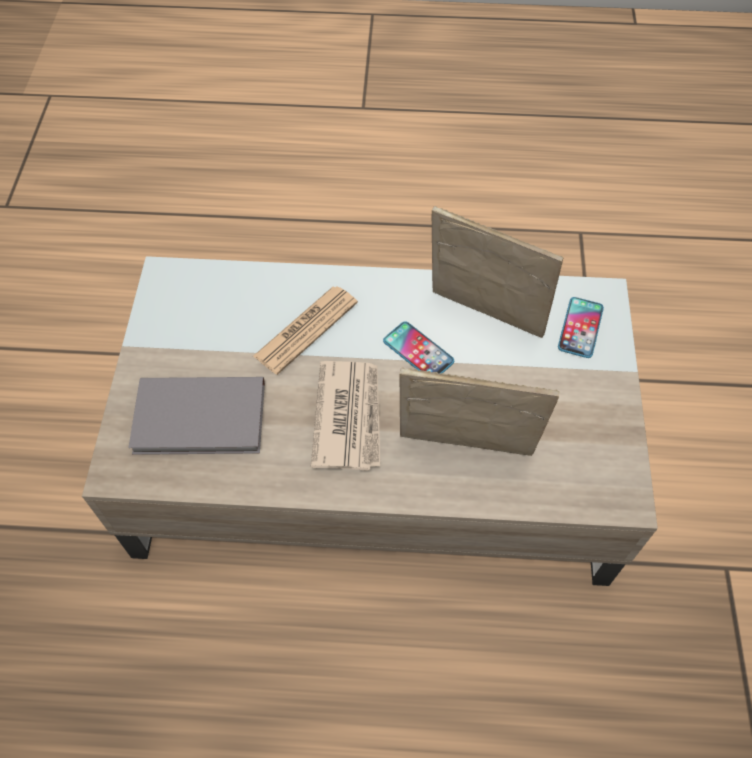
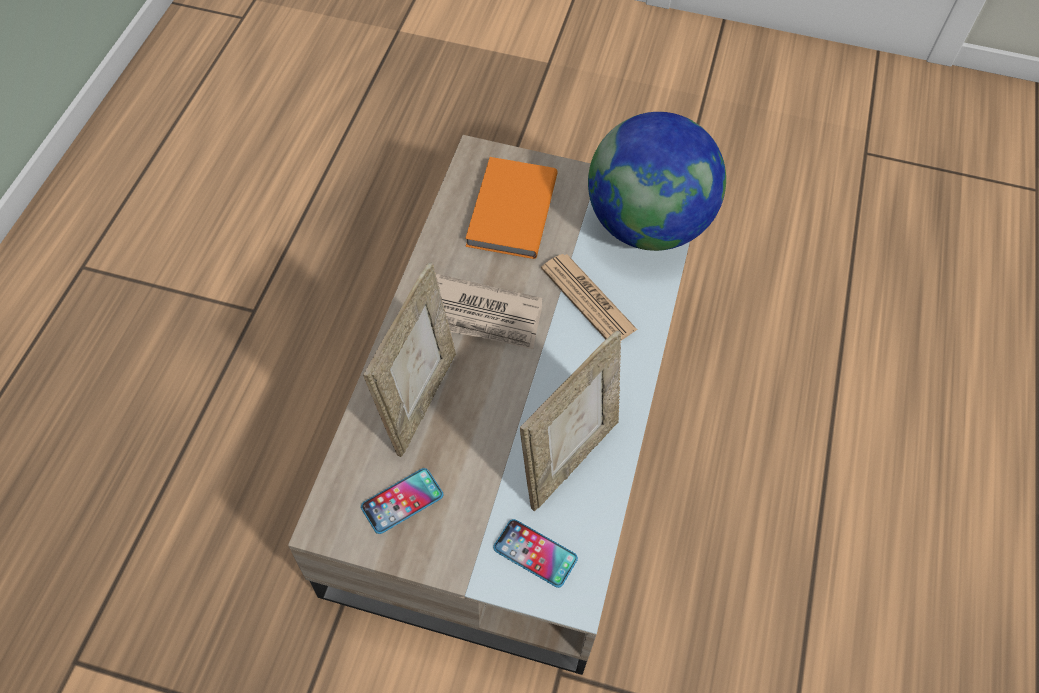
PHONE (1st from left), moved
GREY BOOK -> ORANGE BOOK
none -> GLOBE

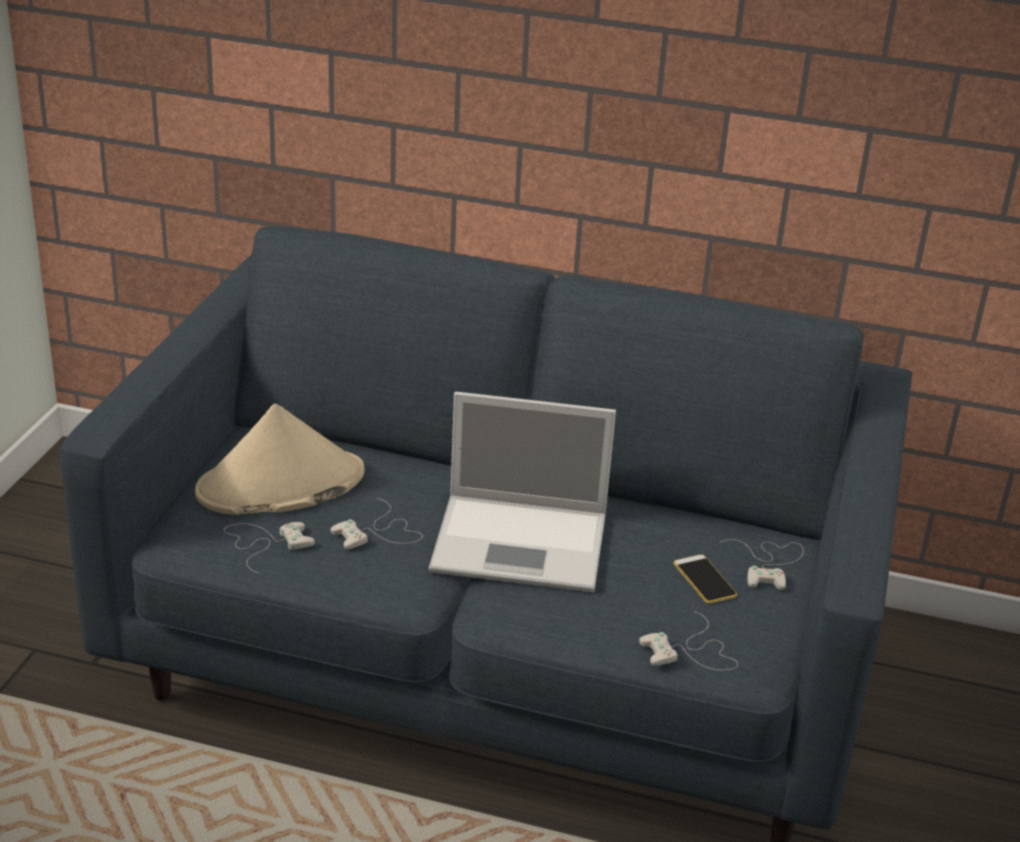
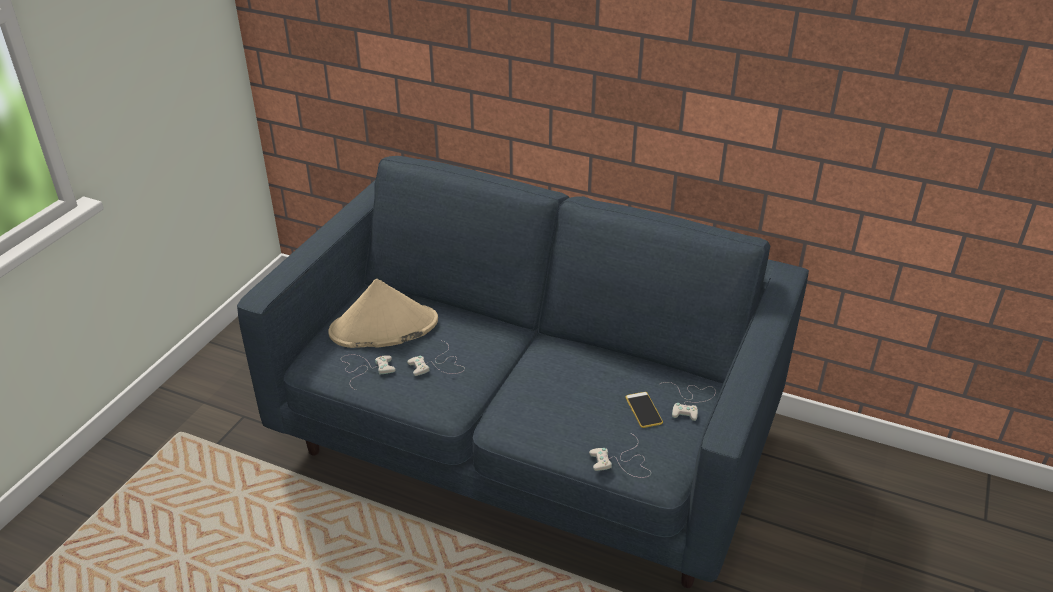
LAPTOP -> none

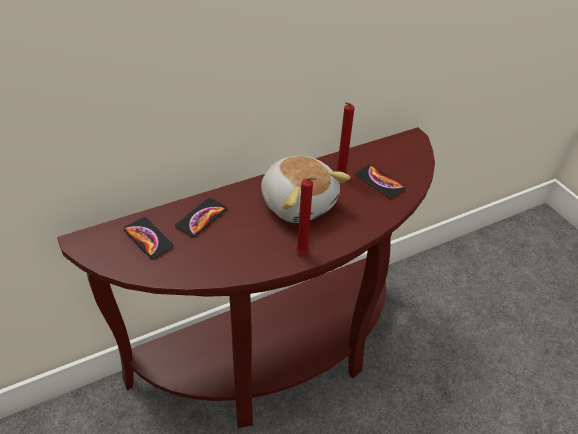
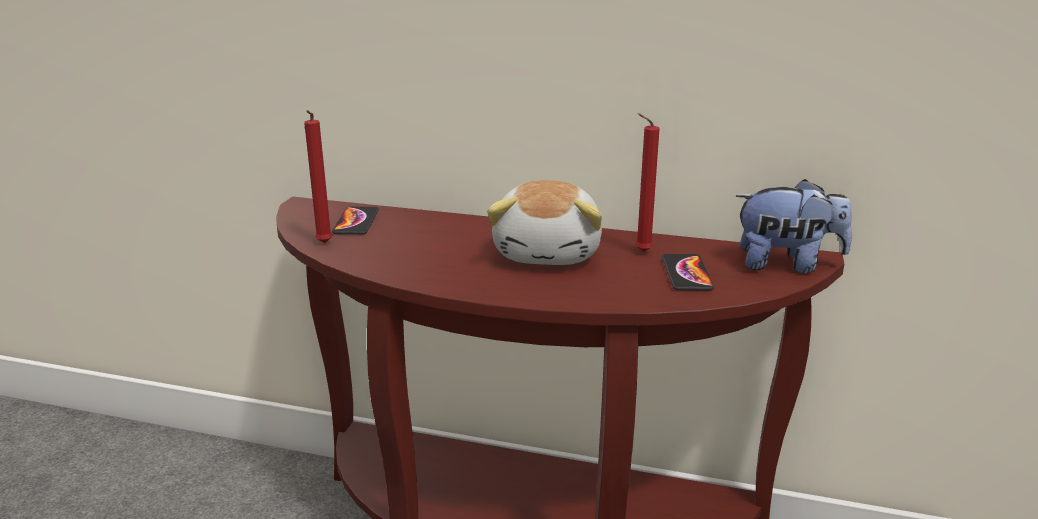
RED CANDLE (1st from left), moved
none -> PLUSH TOY (2nd from left)
PHONE (2nd from left) -> none

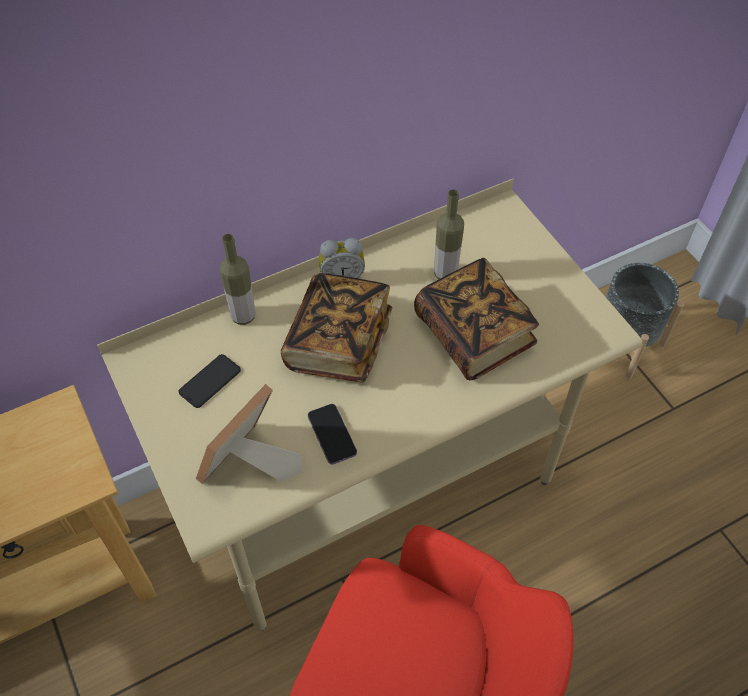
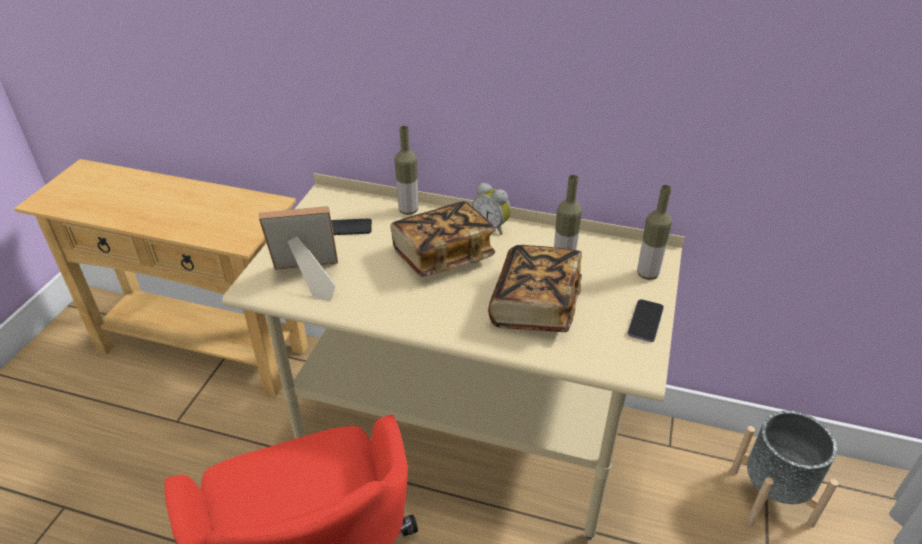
PHONE (2nd from left), moved
none -> BOTTLE (3rd from left)

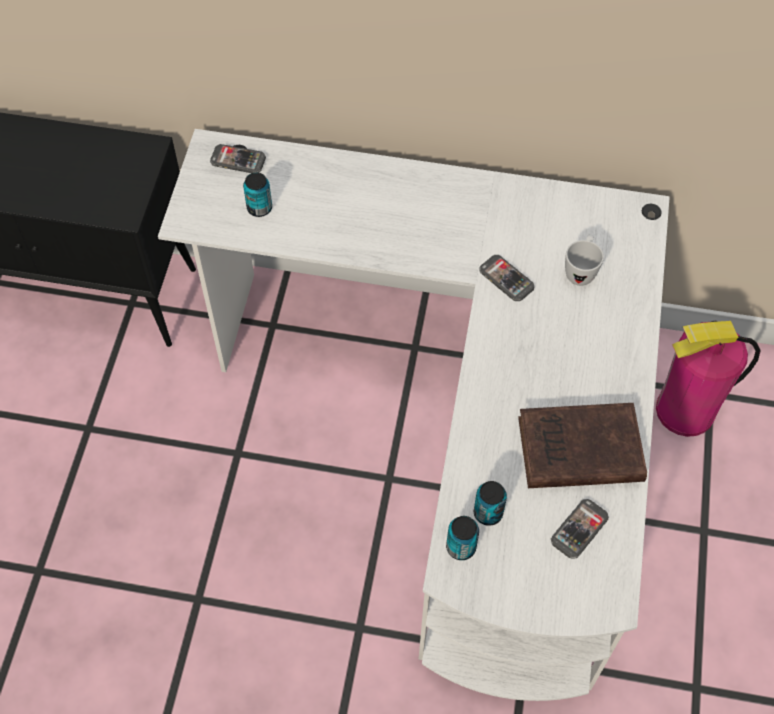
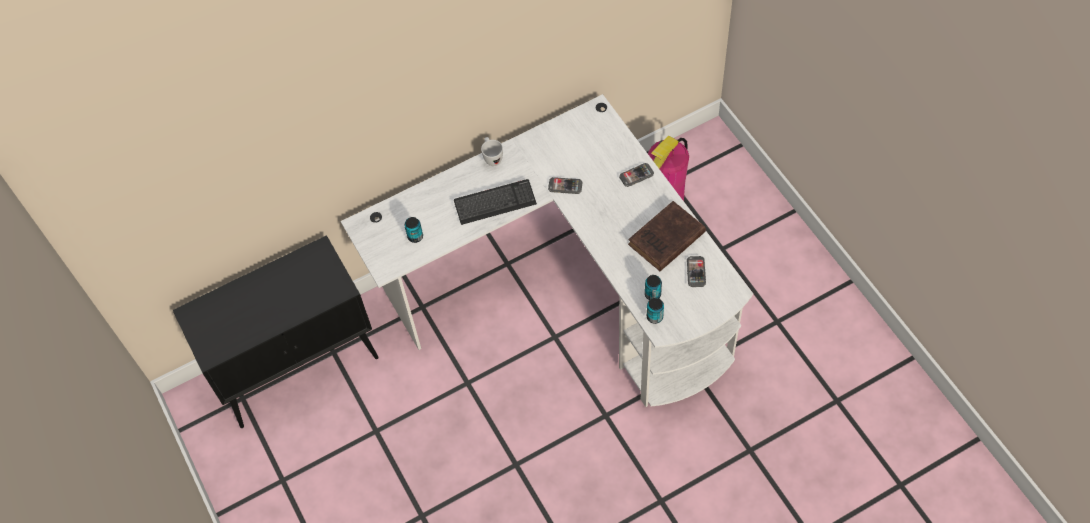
none -> KEYBOARD
WHITE MUG, moved
PHONE (1st from left in the first image) -> PHONE (2nd from left), moved

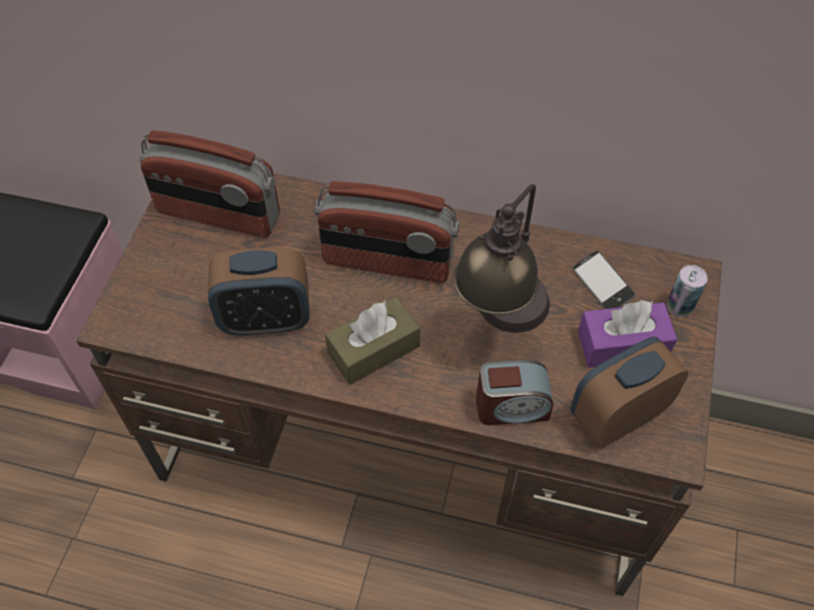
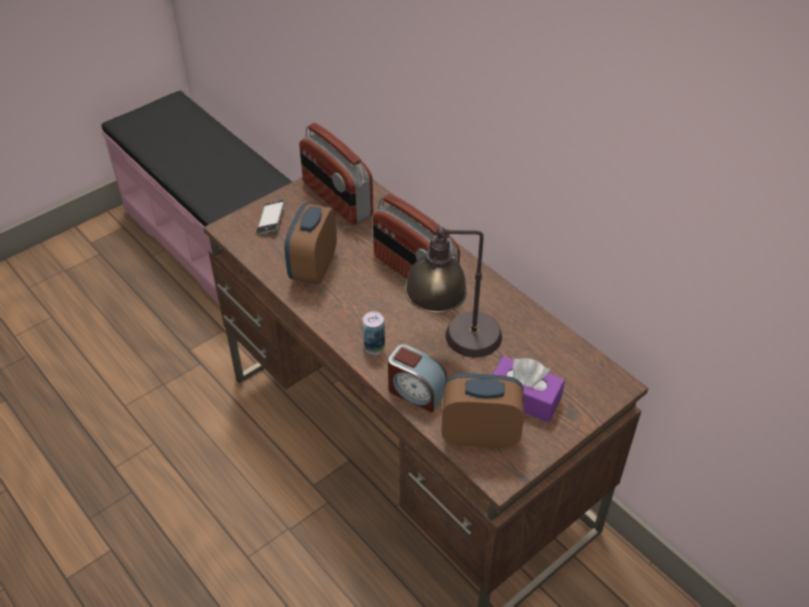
PHONE, moved
ALARM CLOCK (1st from left), 75 degrees clockwise
CAN, moved
BROWN TISSUE BOX -> none

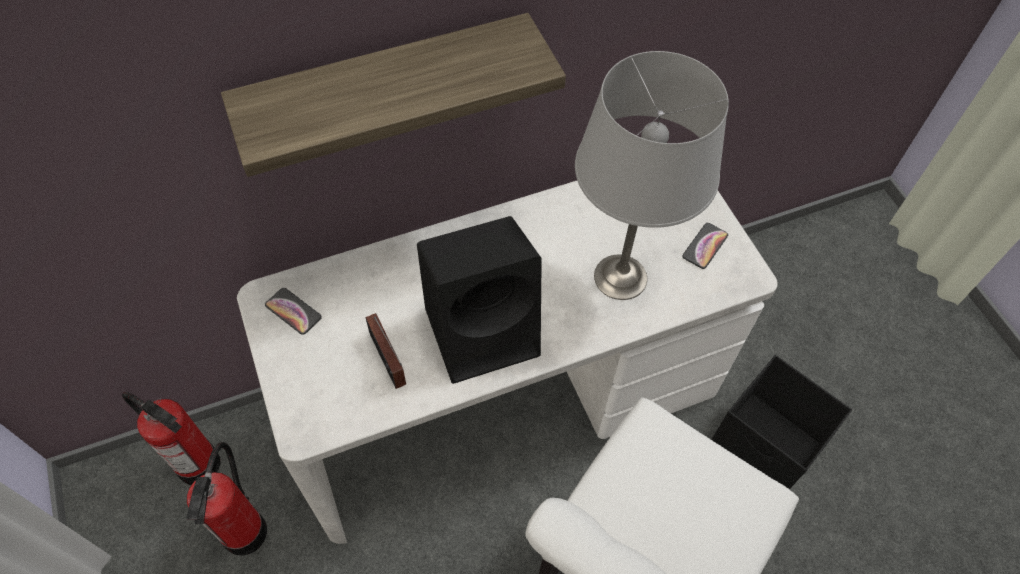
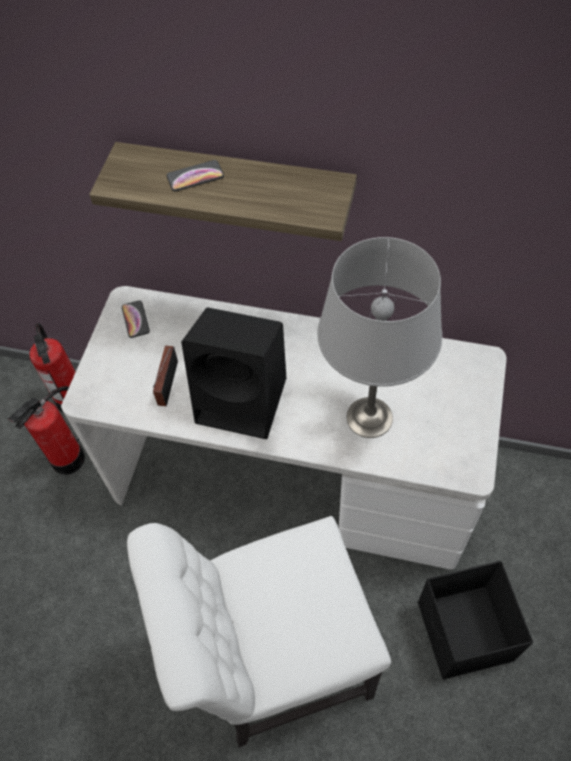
PHONE (2nd from left), moved

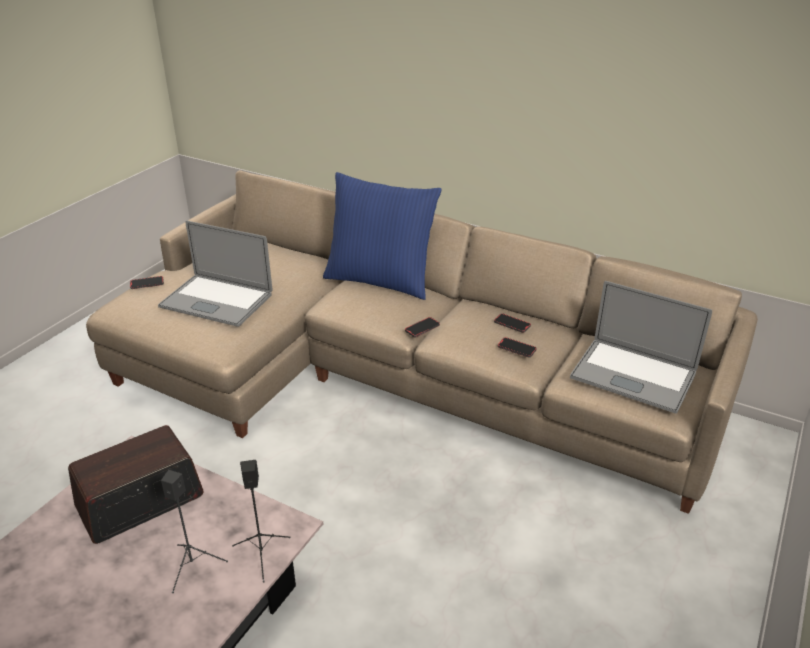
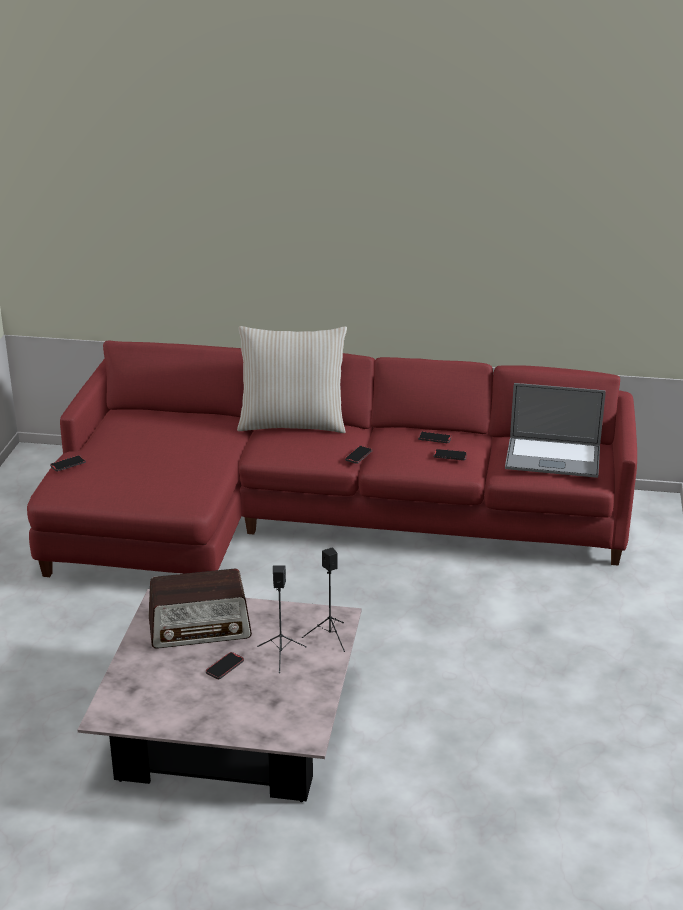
BEIGE SOFA -> RED SOFA
RADIO, 135 degrees counterclockwise
none -> PHONE (2nd from left)
BLUE PILLOW -> BEIGE PILLOW
LAPTOP (1st from left) -> none

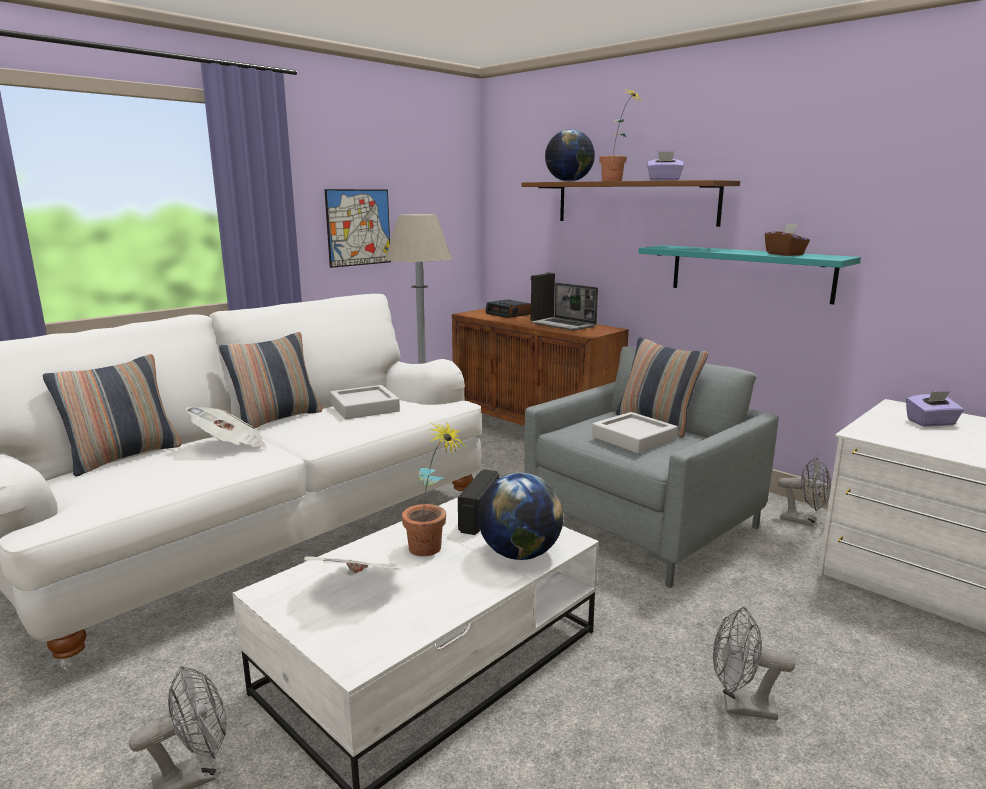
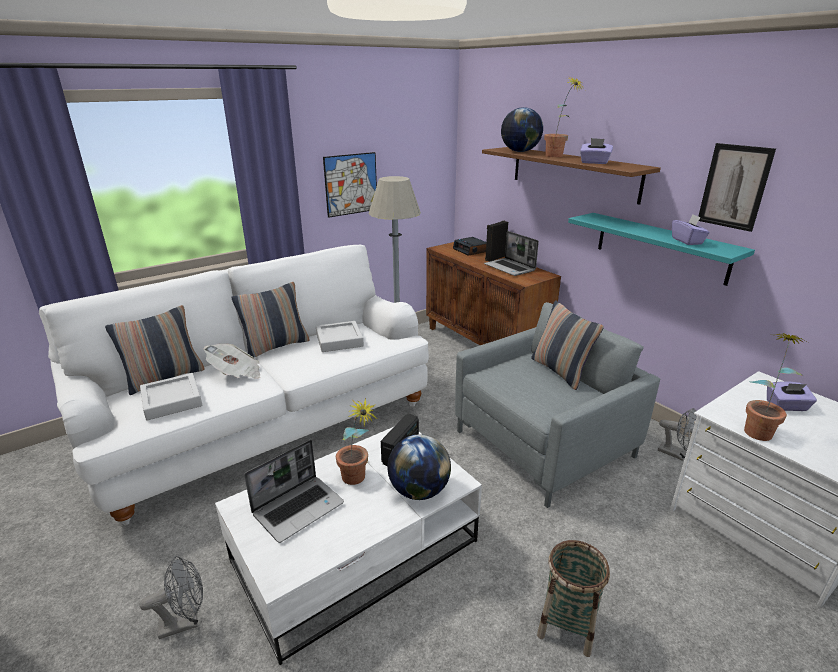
GREY TRAY (2nd from left in the first image) -> GREY TRAY (1st from left), moved
NEWSPAPER (2nd from left) -> LAPTOP (1st from left)
GREY FAN (2nd from left) -> BASKET
BROWN TISSUE BOX -> PURPLE TISSUE BOX (2nd from left)
none -> PICTURE (2nd from left)
none -> POTTED PLANT (3rd from left)

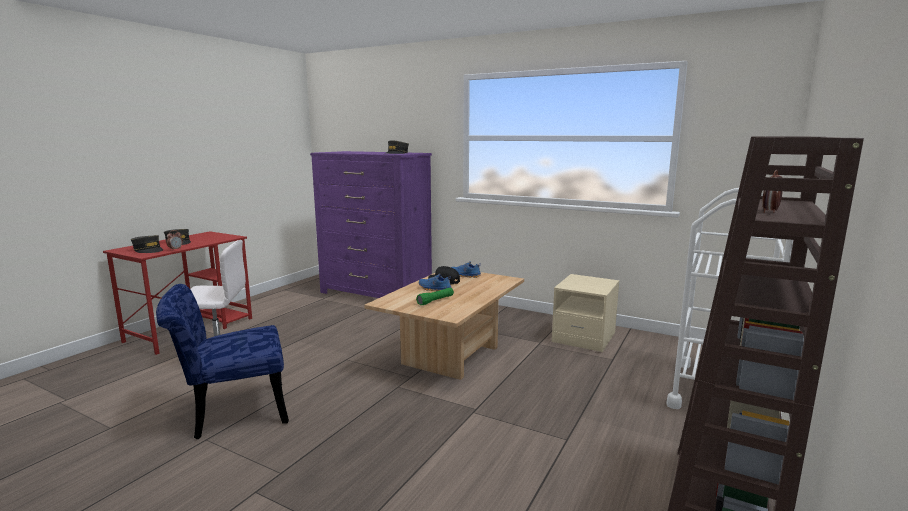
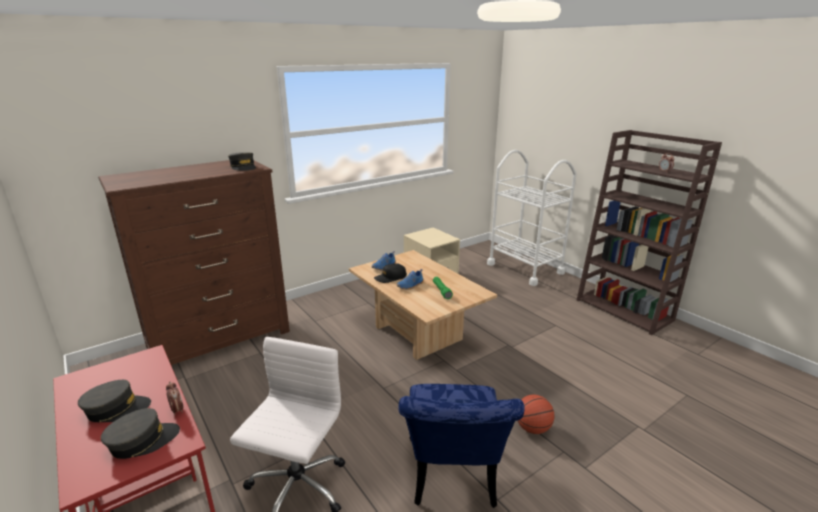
PURPLE DRESSER -> BROWN DRESSER
none -> BASKETBALL

